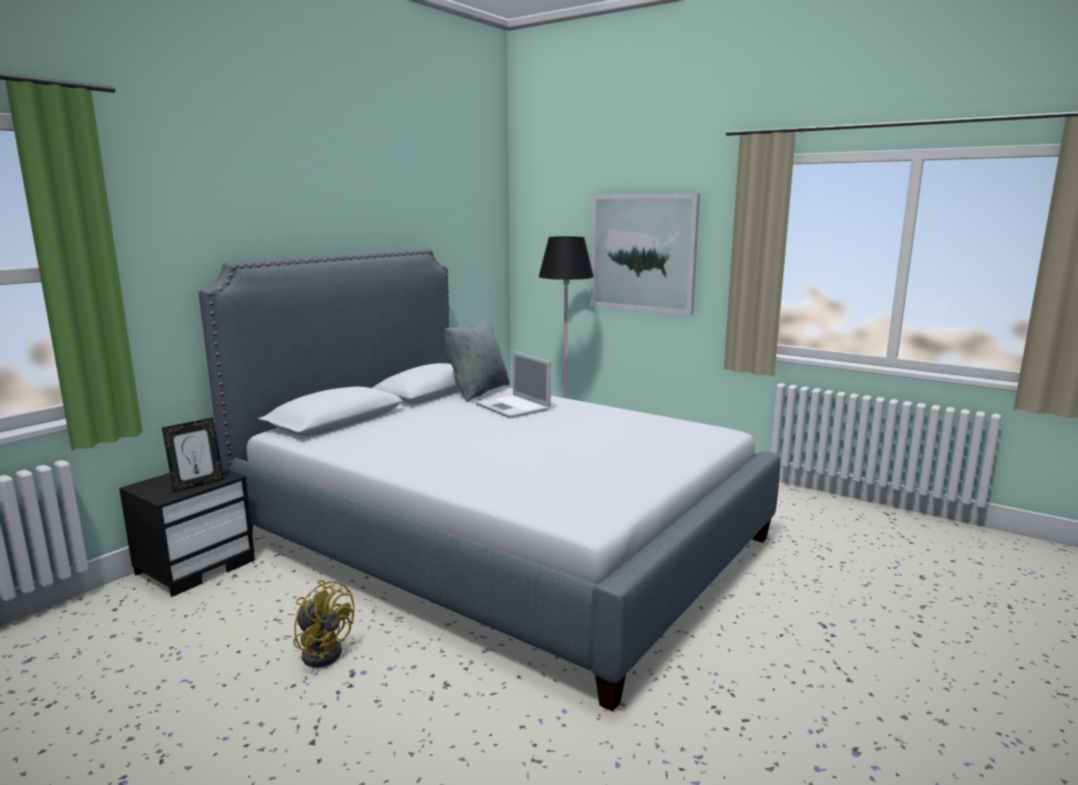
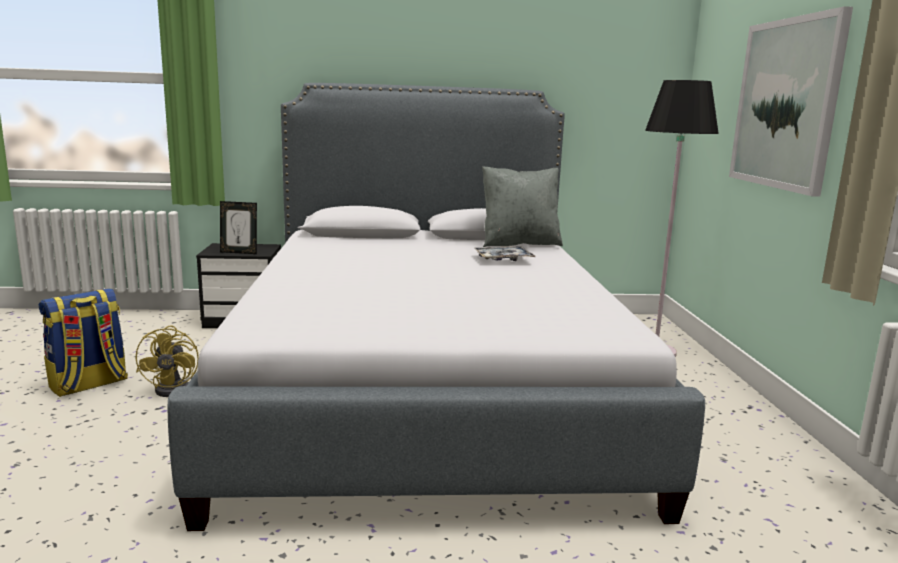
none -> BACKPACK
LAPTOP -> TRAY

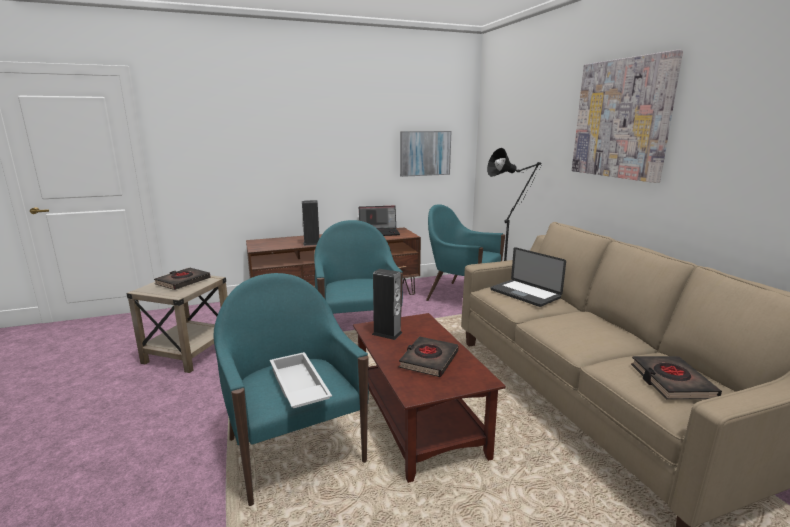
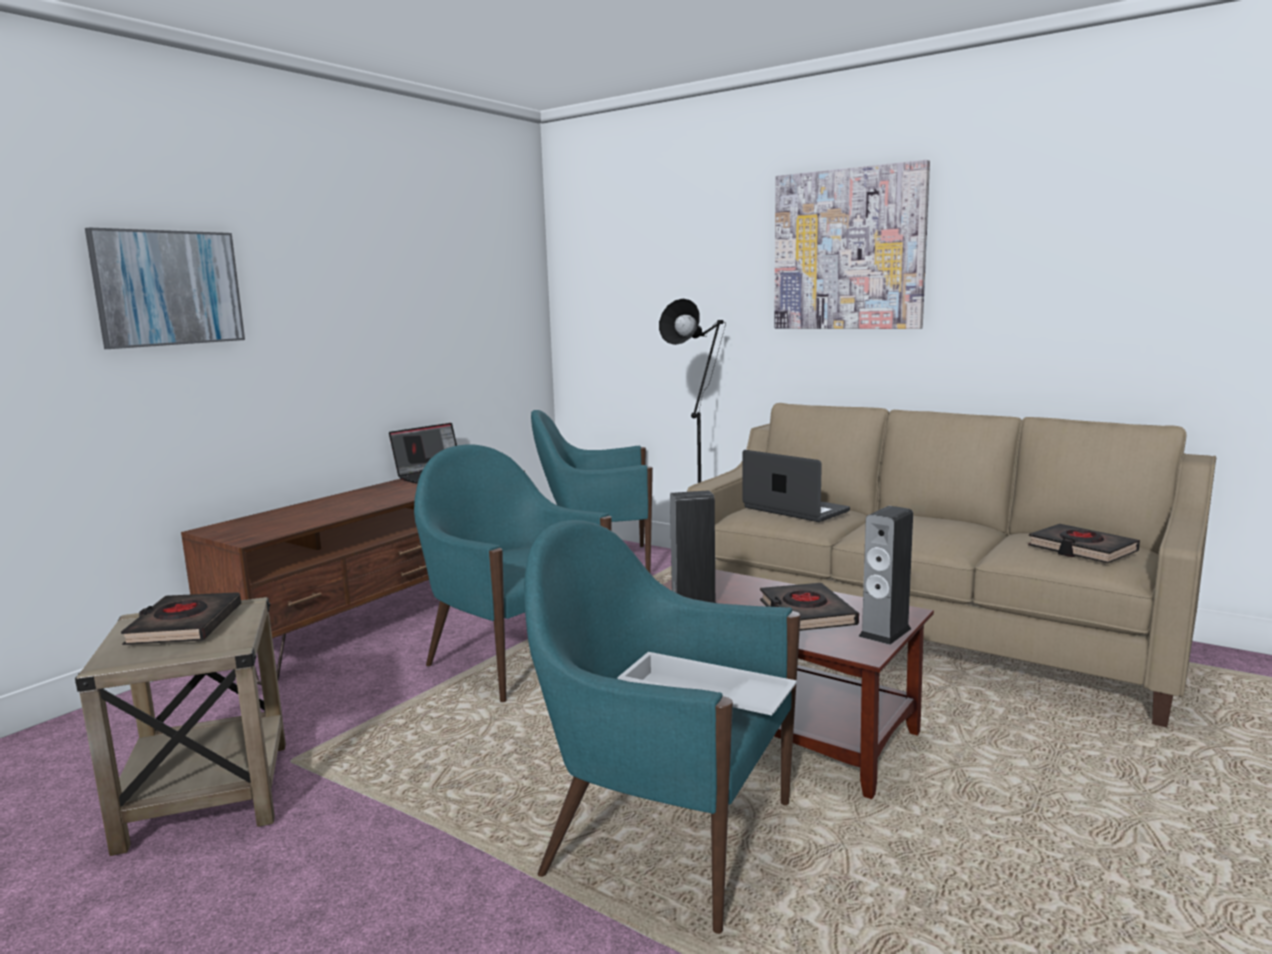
PICTURE (1st from left), moved
LAPTOP (2nd from left), 150 degrees counterclockwise
SPEAKER (1st from left in the first image) -> SPEAKER (2nd from left), moved

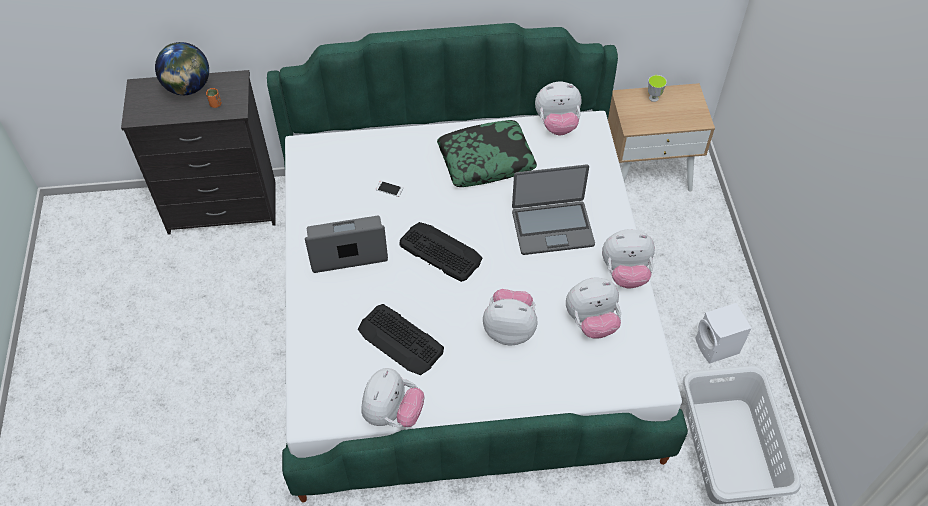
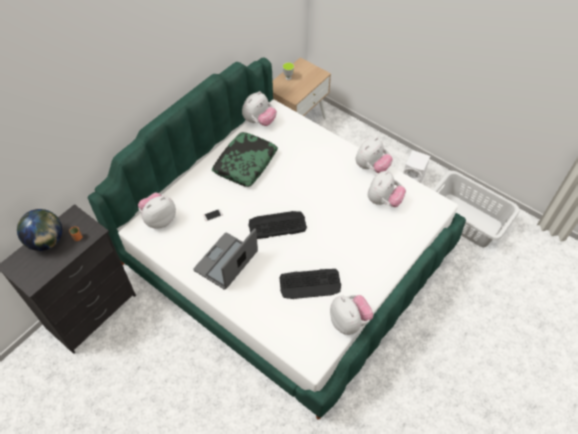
PLUSH TOY (2nd from left in the first image) -> PLUSH TOY (1st from left), moved
LAPTOP (2nd from left) -> none

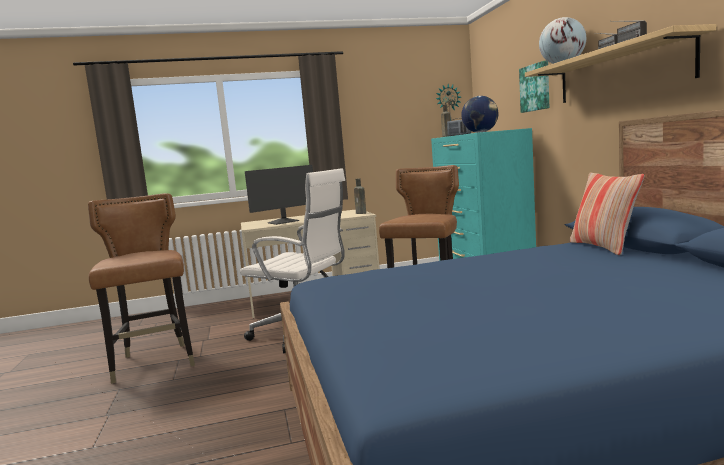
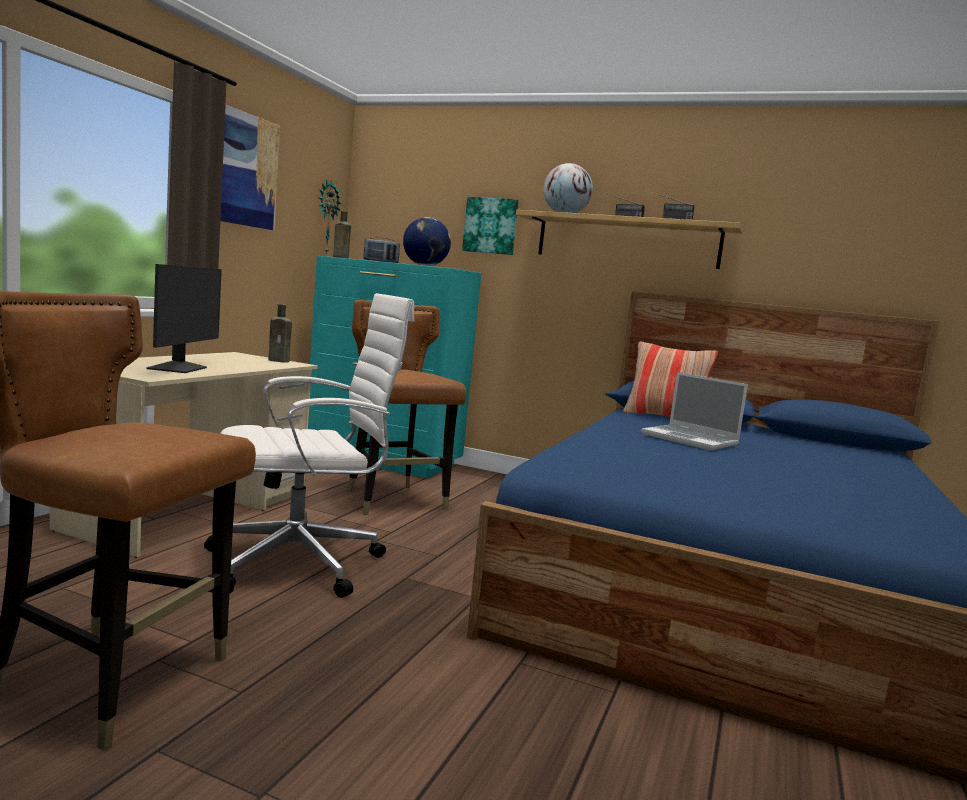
none -> PICTURE (1st from left)
none -> LAPTOP

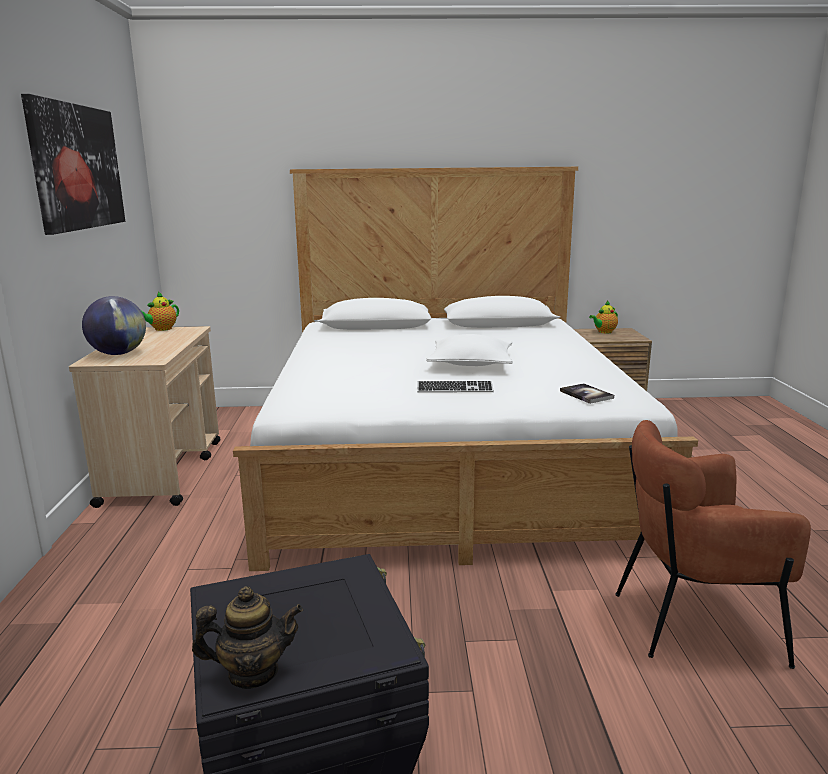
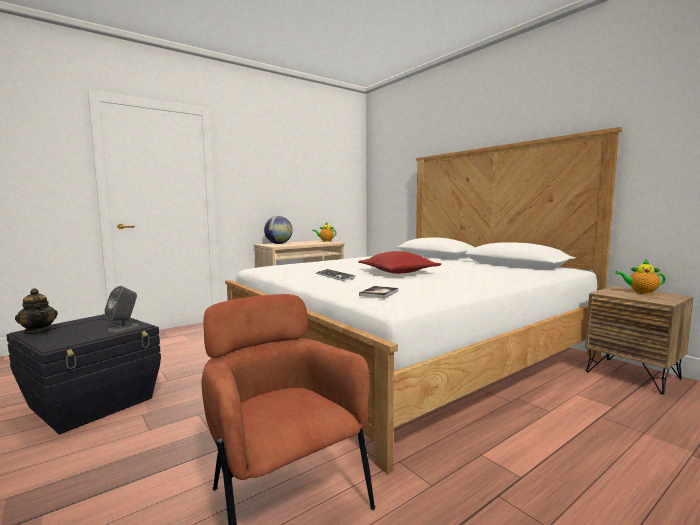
none -> GREY SPEAKER
WHITE PILLOW -> RED PILLOW
PICTURE -> none

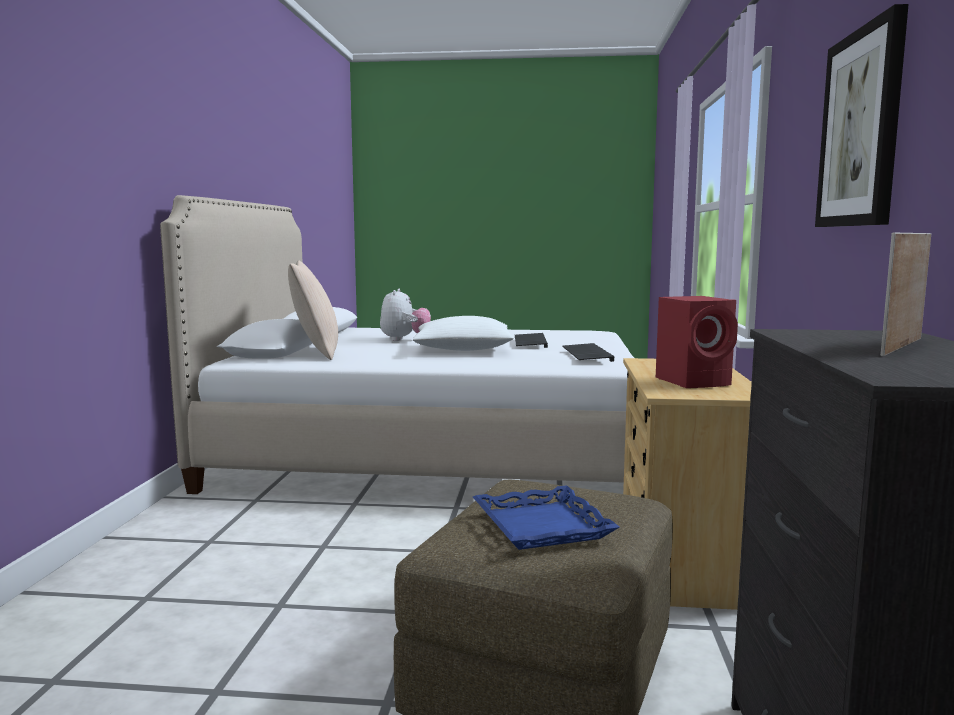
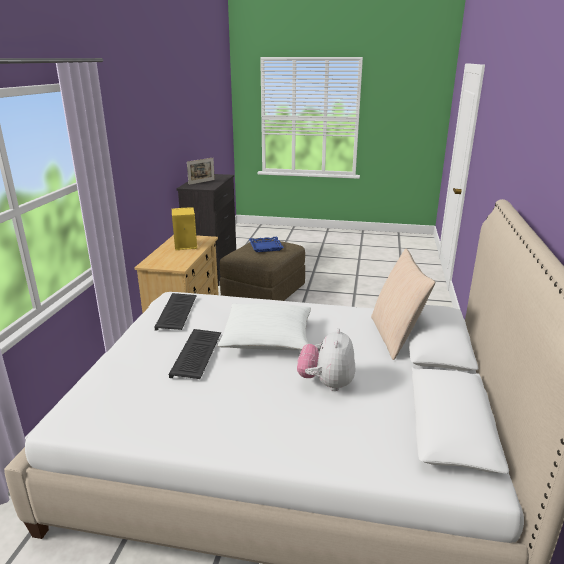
RED SPEAKER -> YELLOW SPEAKER
PICTURE -> none

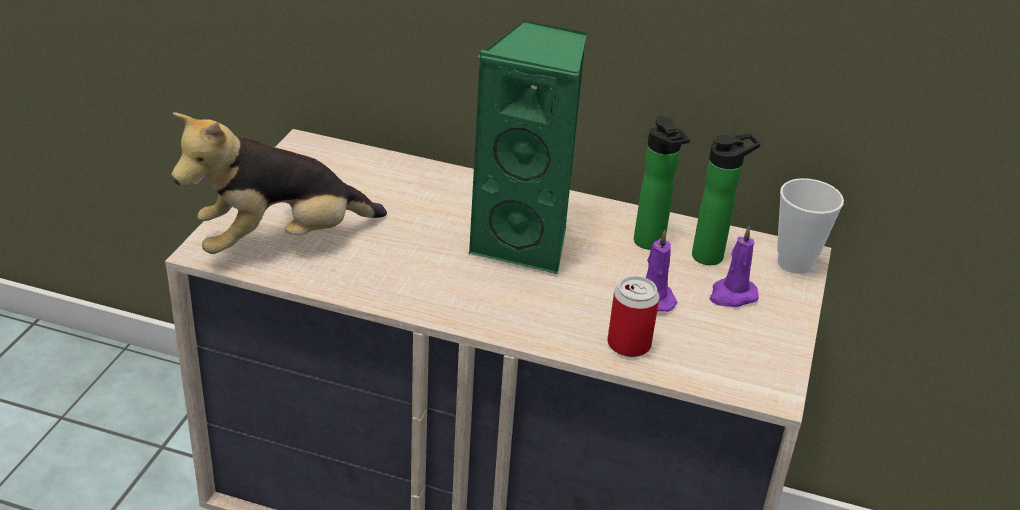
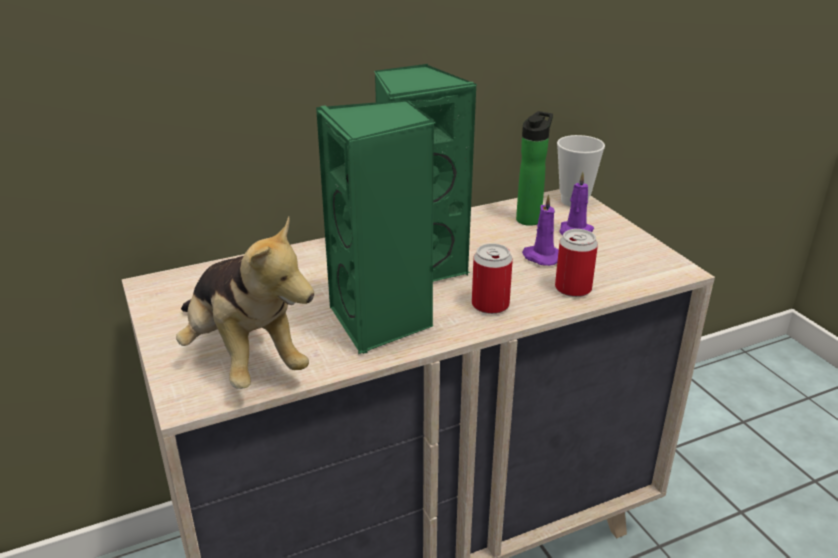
PLUSH TOY, 60 degrees counterclockwise
none -> GREEN SPEAKER (1st from left)
none -> CAN (1st from left)
BOTTLE (1st from left) -> none

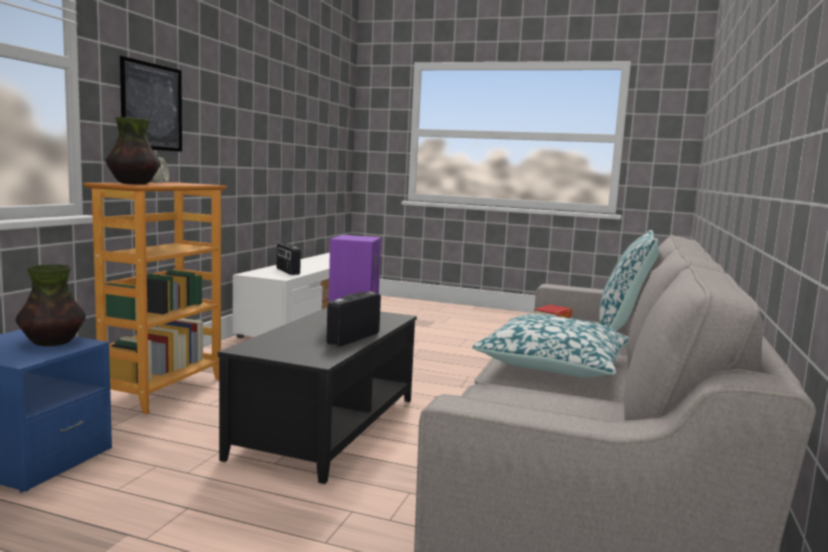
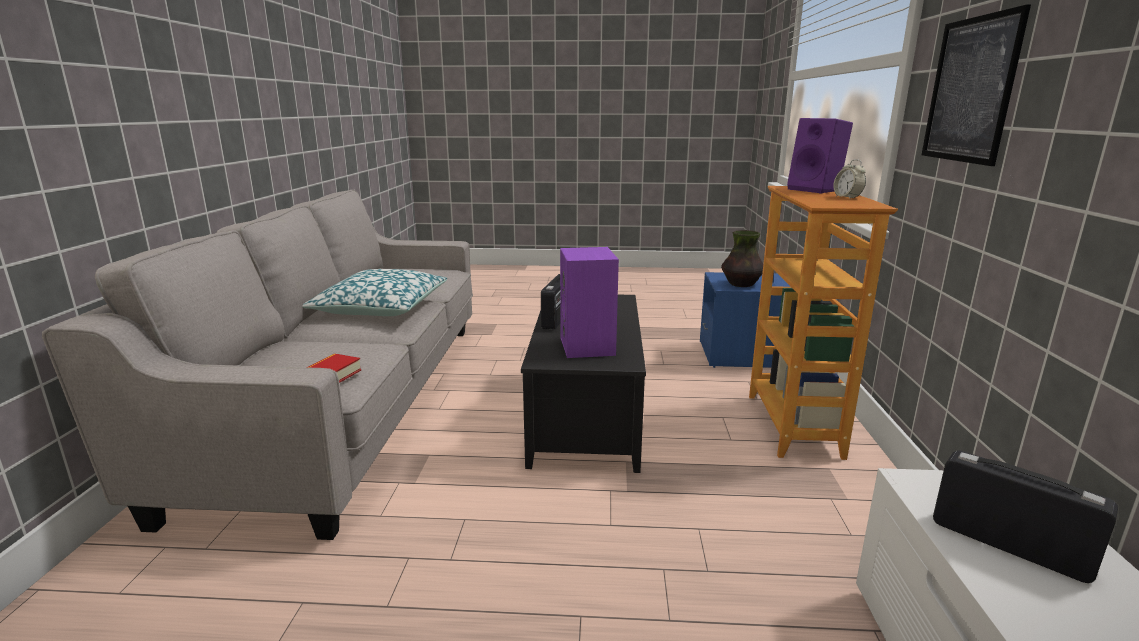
VASE (2nd from left) -> PURPLE SPEAKER (2nd from left)
PILLOW (2nd from left) -> none

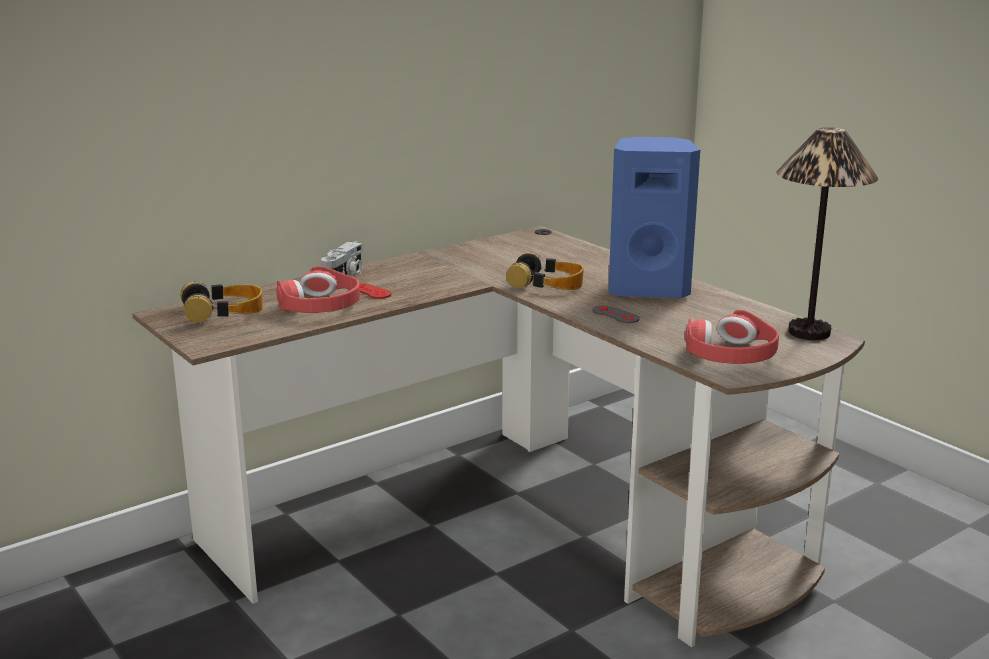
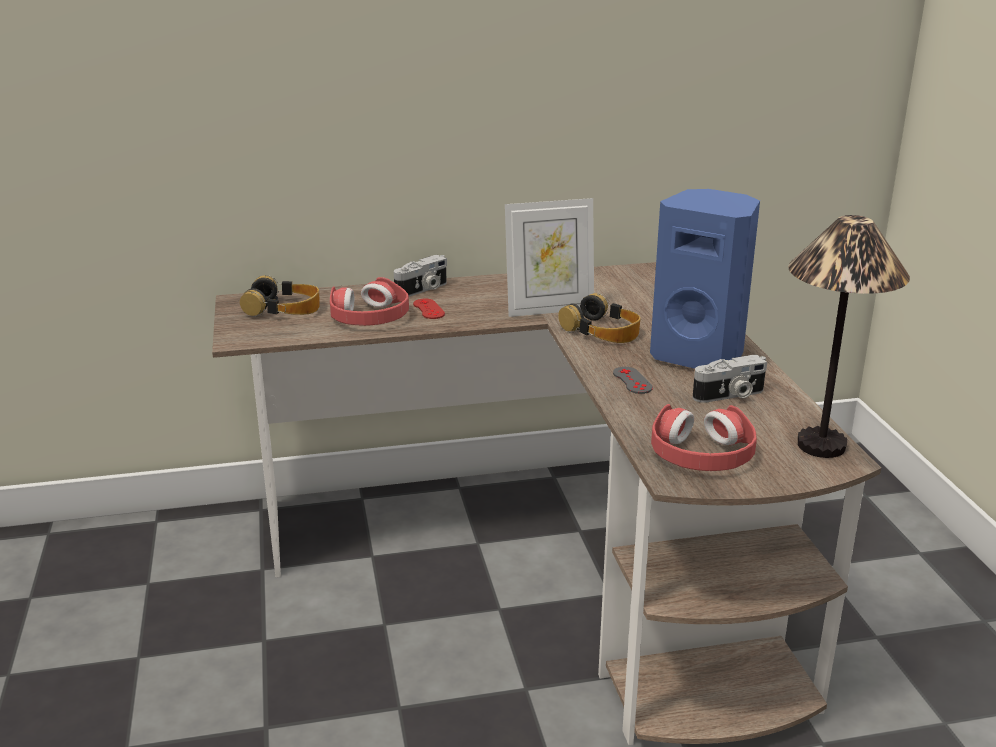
none -> PICTURE FRAME
none -> PHOTO CAMERA (2nd from left)

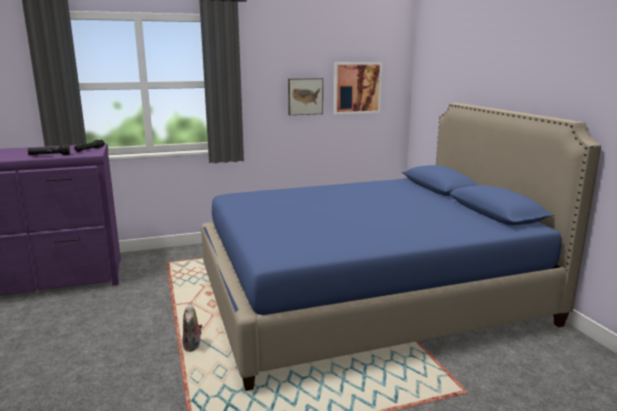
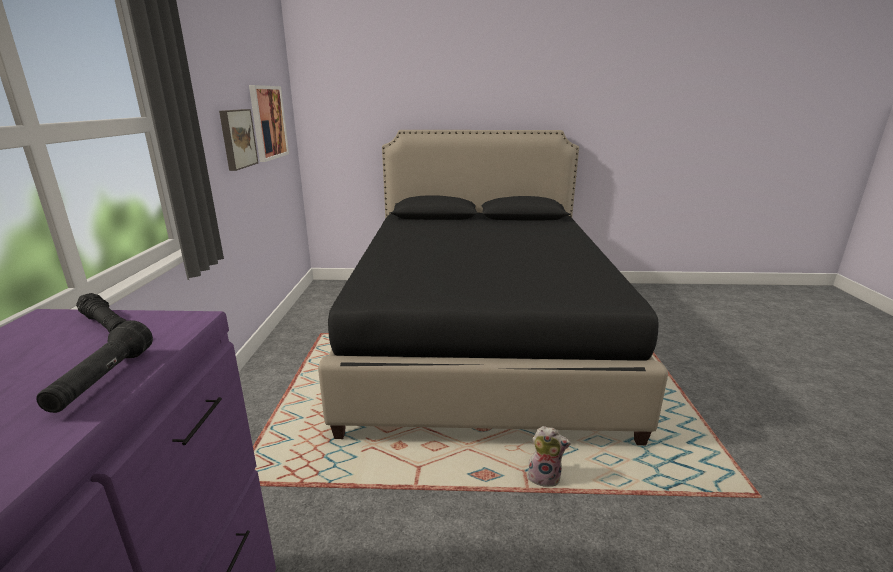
BLUE BED -> BLACK BED

